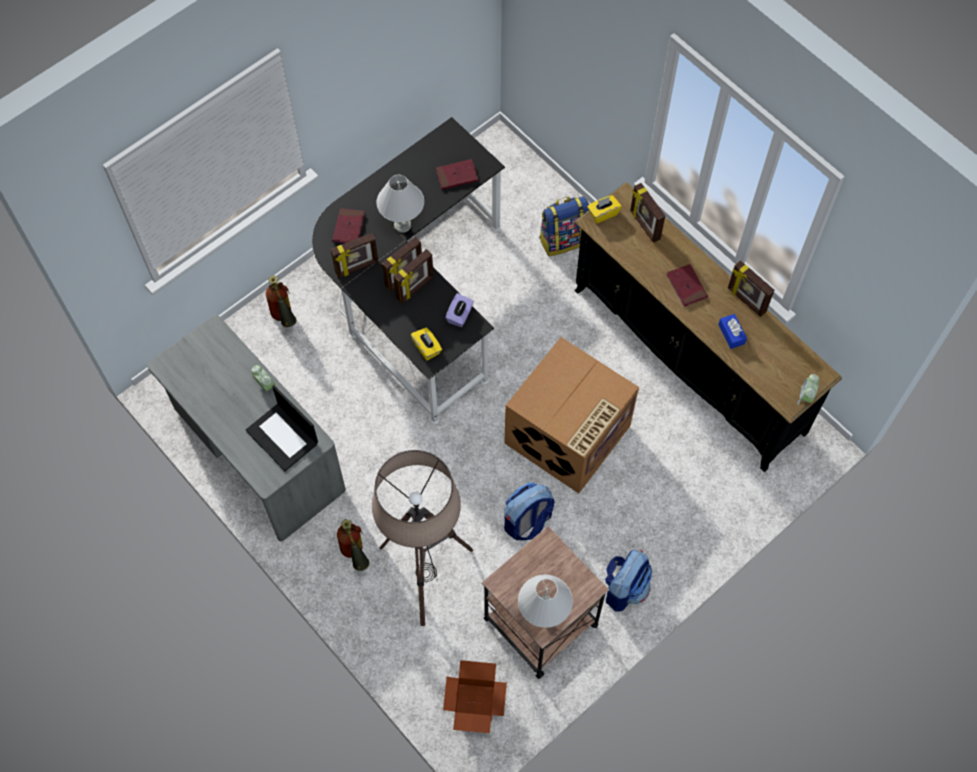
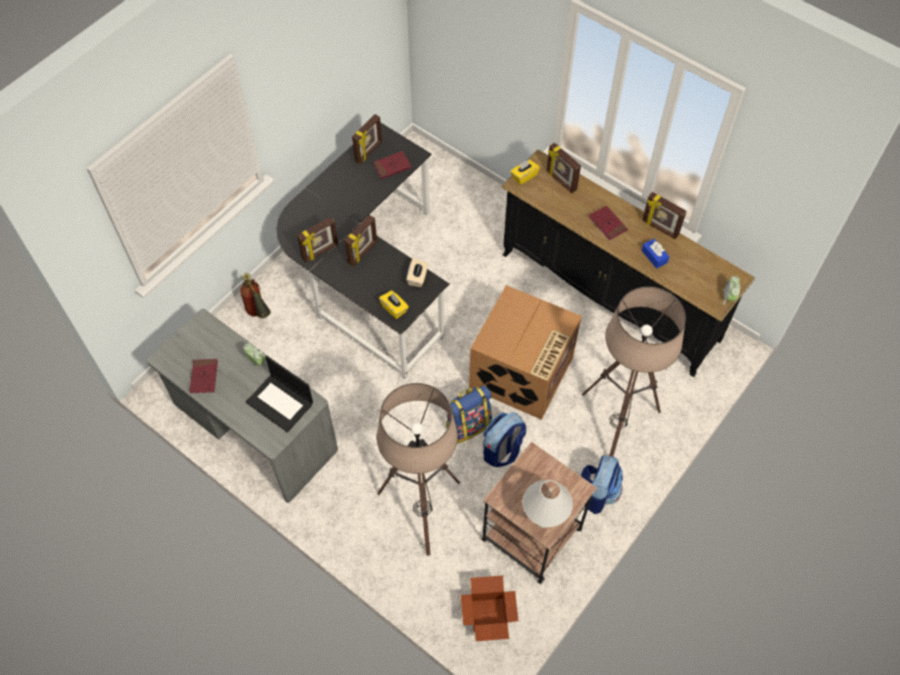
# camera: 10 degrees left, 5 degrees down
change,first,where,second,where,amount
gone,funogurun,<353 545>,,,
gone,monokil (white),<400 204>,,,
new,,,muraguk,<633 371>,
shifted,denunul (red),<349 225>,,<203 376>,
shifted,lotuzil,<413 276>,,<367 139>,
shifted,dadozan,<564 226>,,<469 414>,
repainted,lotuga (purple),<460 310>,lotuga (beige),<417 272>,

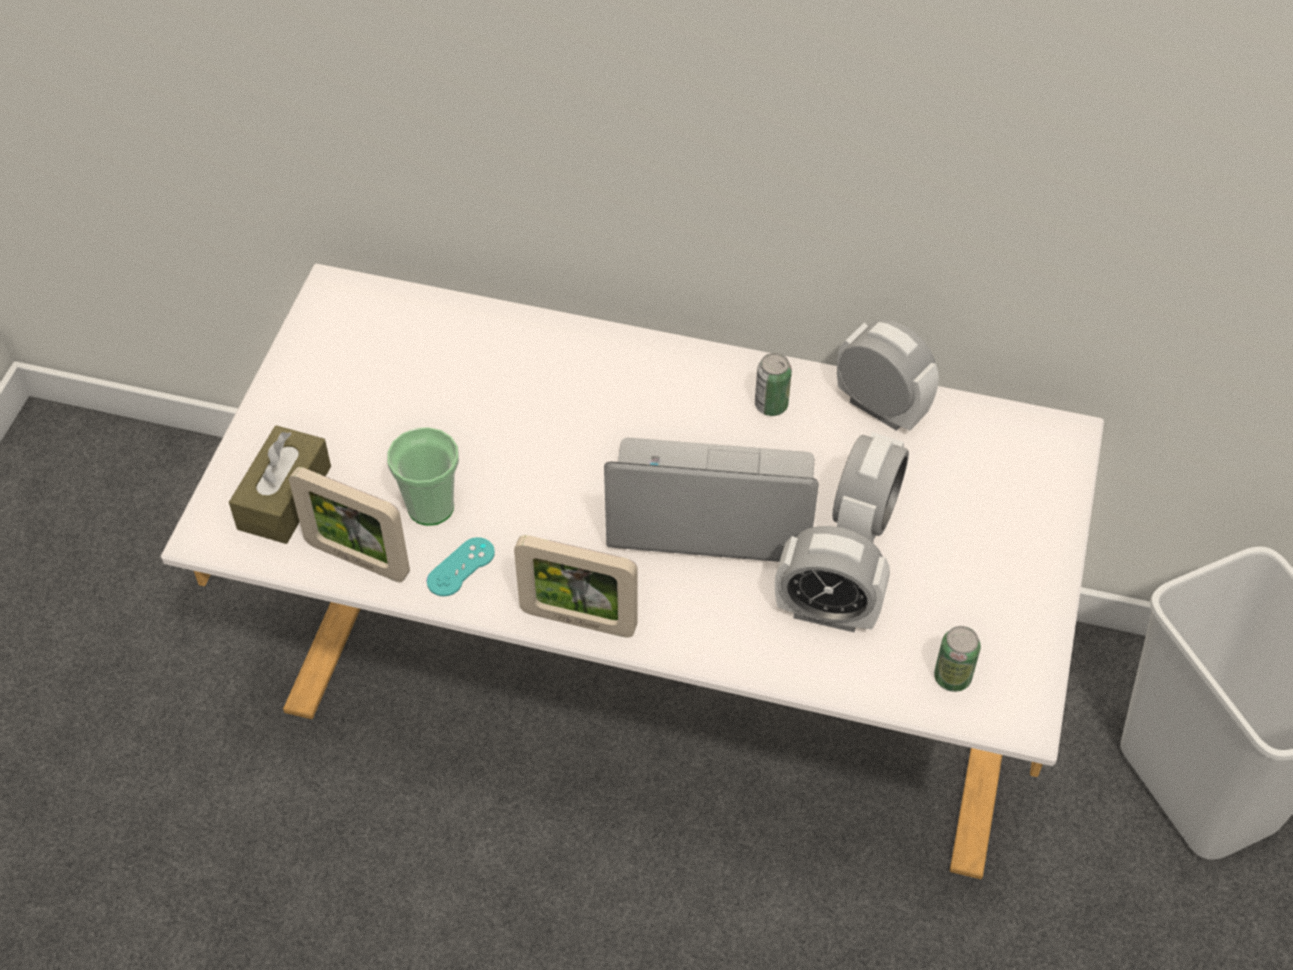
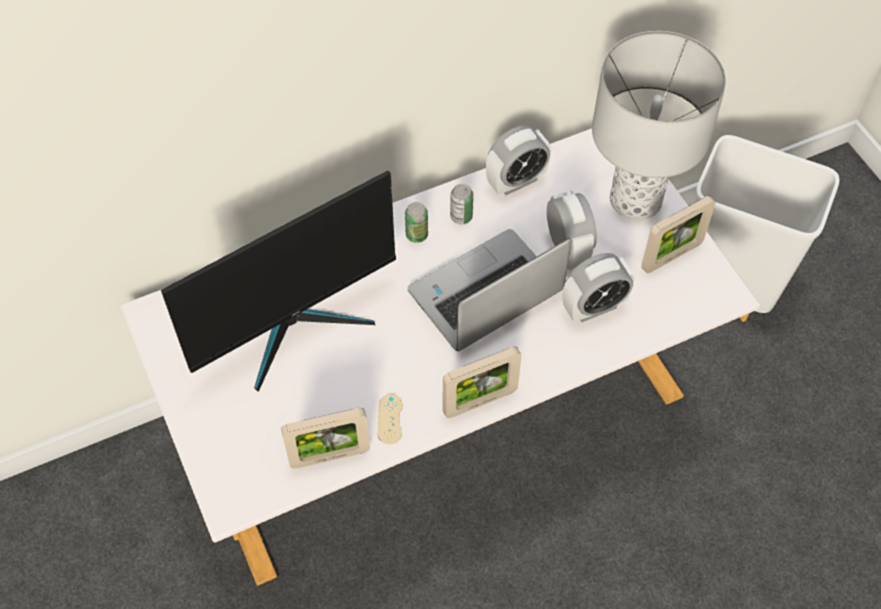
# camera: 40 degrees left, 5 degrees up
change,first,where,second,where,amount
gone,lotuga (brown),<280 484>,,,
gone,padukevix,<423 476>,,,
new,,,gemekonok,<278 281>,
new,,,monokil (white),<659 125>,
new,,,lotuzil,<678 234>,
shifted,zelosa,<957 659>,,<416 222>,
repainted,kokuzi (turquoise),<460 566>,kokuzi (beige),<390 419>,
rotated,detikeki,<888 375>,,<518 160>,150 degrees clockwise

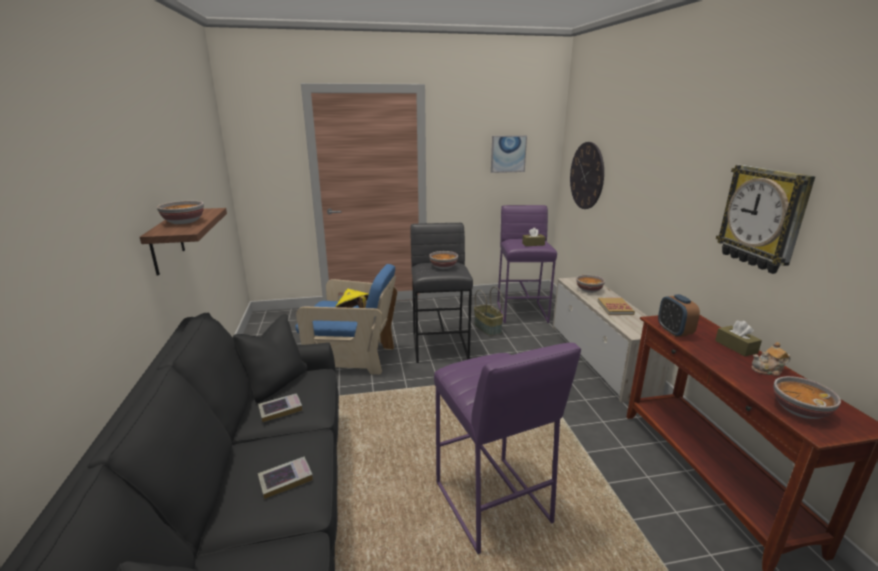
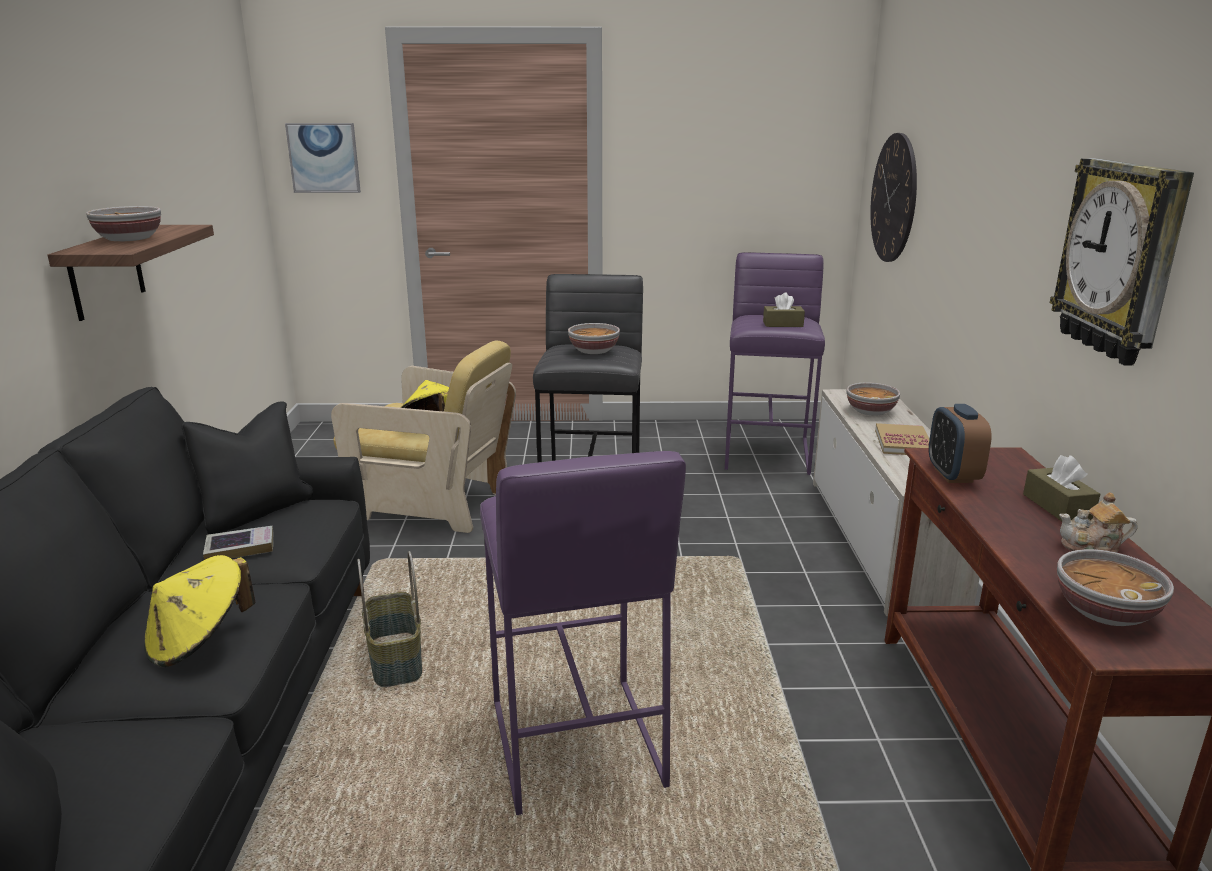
# camera: 10 degrees right, 0 degrees up
change,first,where,second,where,amount
shifted,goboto,<488 311>,,<389 619>,
shifted,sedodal,<509 154>,,<323 158>,
swapped,denunul,<285 478>,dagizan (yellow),<199 611>,
repainted,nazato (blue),<346 319>,nazato (yellow),<423 437>,

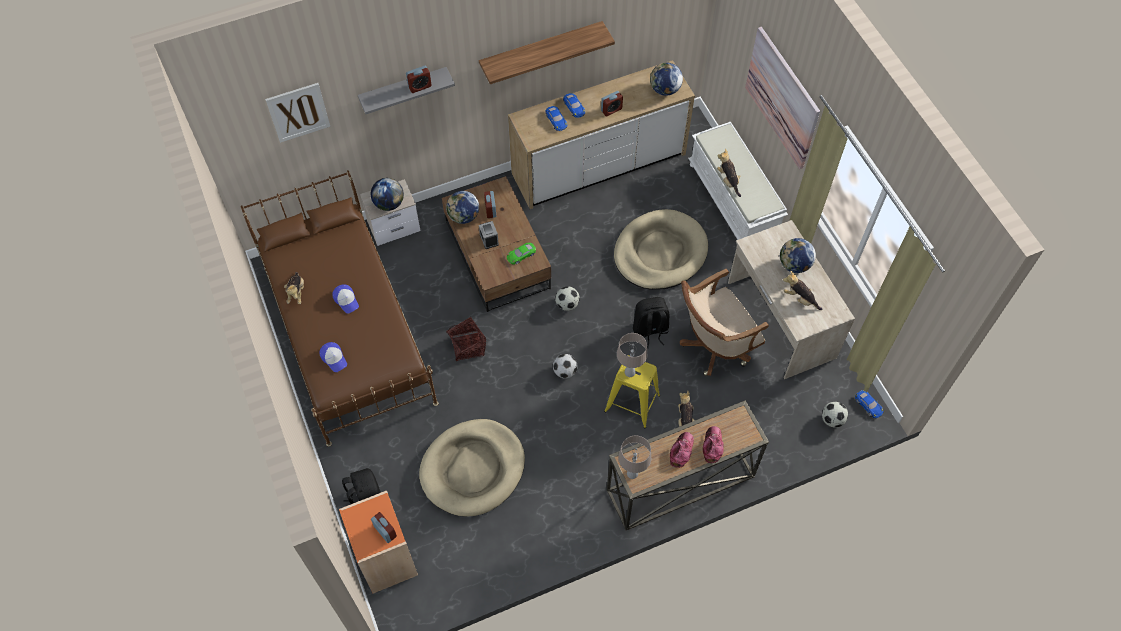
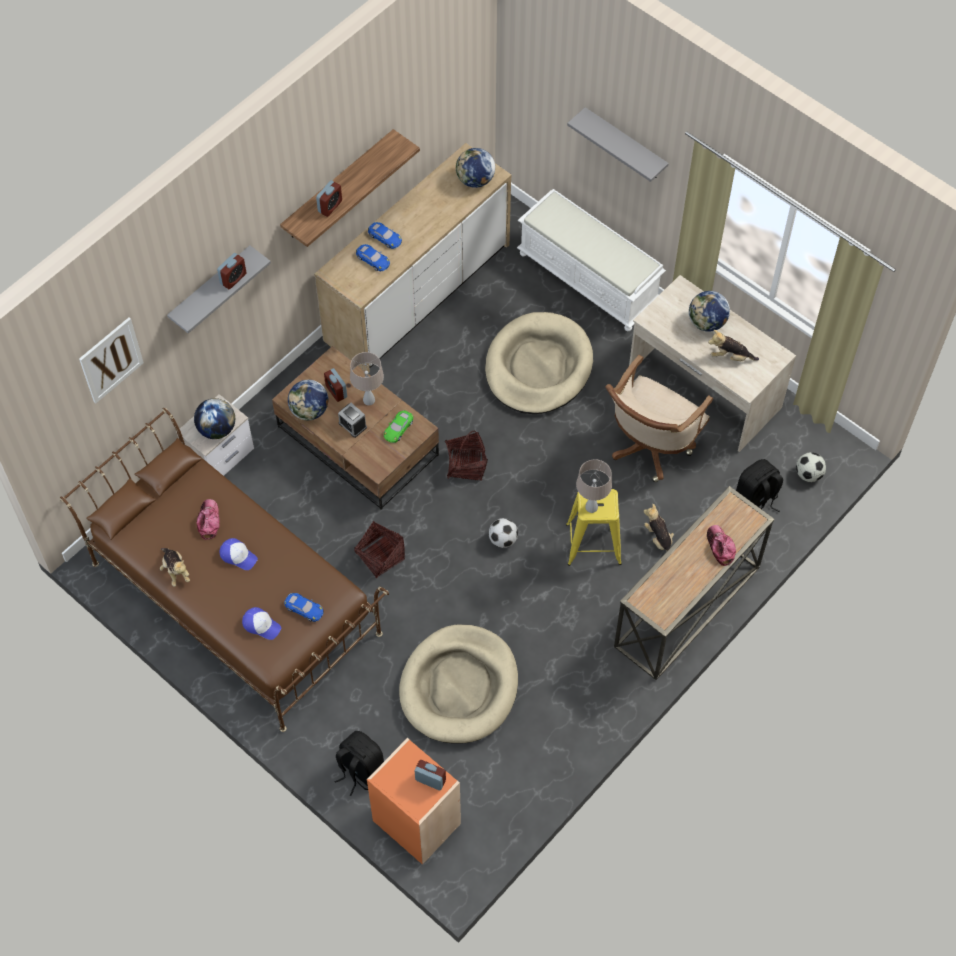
# camera: 25 degrees left, 0 degrees up
change,first,where,second,where,amount
gone,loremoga,<729 173>,,,
shifted,detikeki,<612 103>,,<329 198>,
shifted,monokil (beige),<634 457>,,<367 379>,
shifted,dadozan (black),<651 322>,,<759 485>,
shifted,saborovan,<682 450>,,<208 519>,
shifted,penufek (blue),<869 404>,,<304 607>,
swapped,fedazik,<567 298>,goboto,<466 455>,
swapped,sedodal,<782 98>,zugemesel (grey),<618 144>,

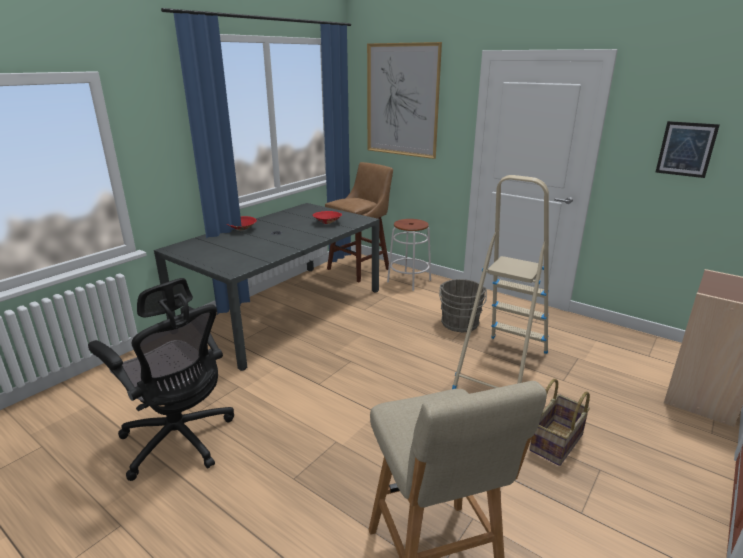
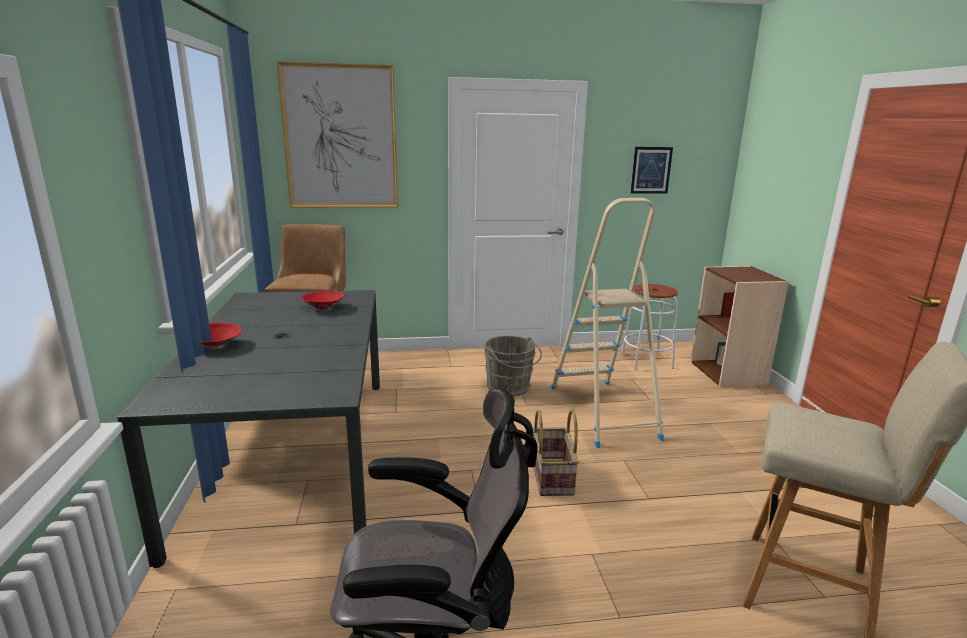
# camera: 45 degrees left, 5 degrees down
change,first,where,second,where,amount
shifted,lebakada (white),<409 255>,,<649 327>,
shifted,goboto,<559 422>,,<556 453>,

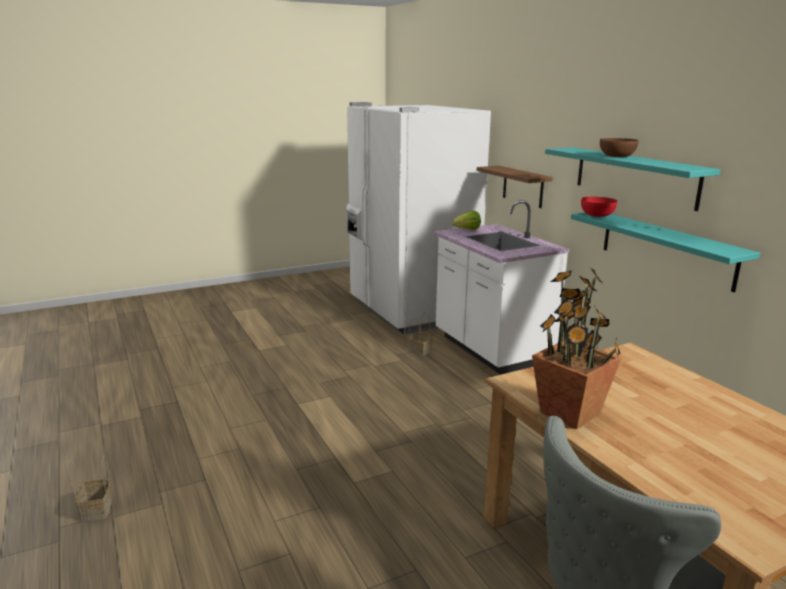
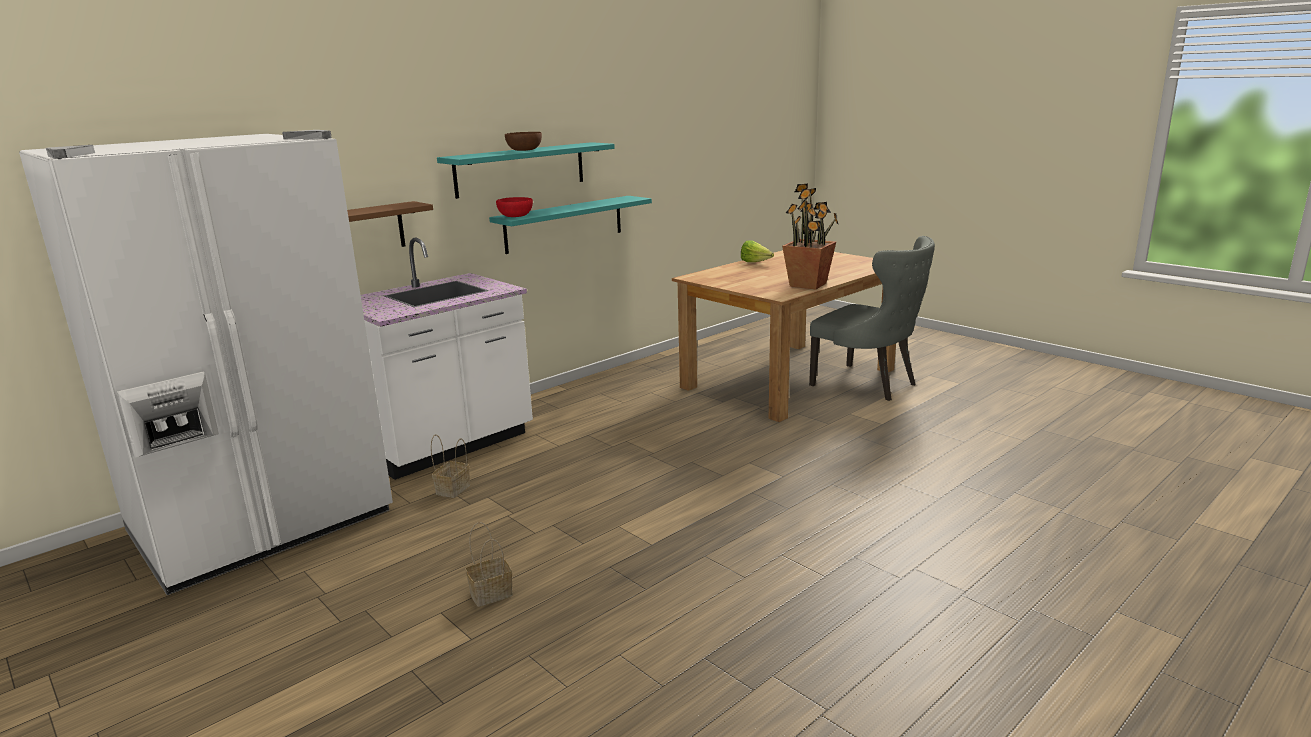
# camera: 105 degrees left, 0 degrees up
change,first,where,second,where,amount
shifted,goboto,<90 488>,,<489 564>,
shifted,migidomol,<466 220>,,<757 251>,

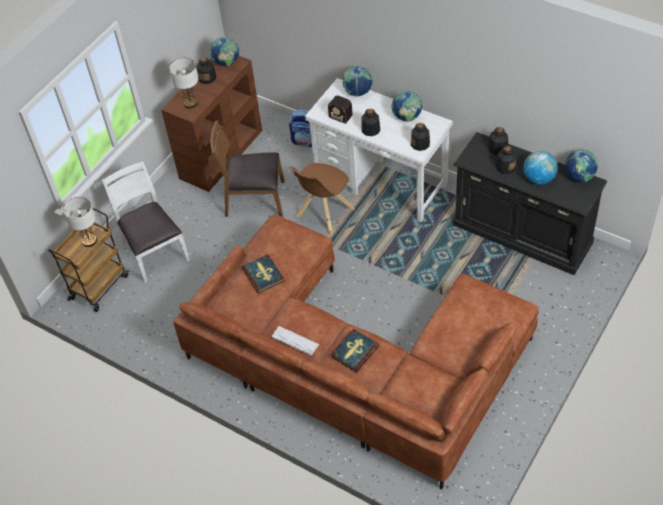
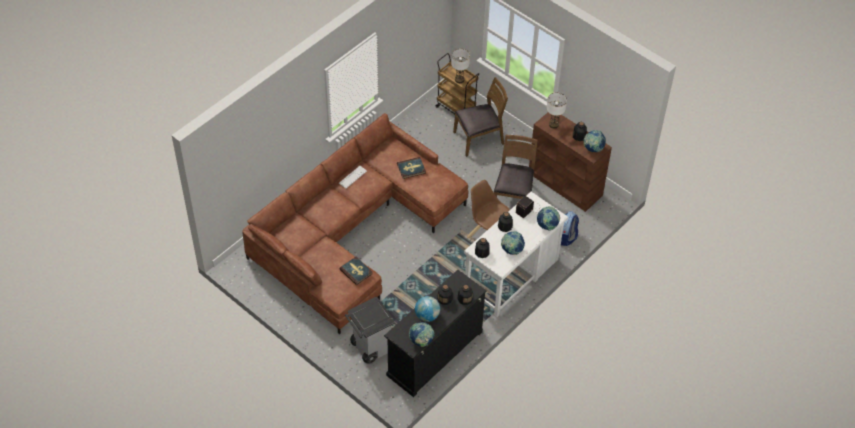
# camera: 95 degrees right, 0 degrees up
change,first,where,second,where,amount
new,,,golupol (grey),<370 330>,
shifted,denunul,<355 351>,,<356 271>,
repainted,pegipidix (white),<146 222>,pegipidix (brown),<480 117>,

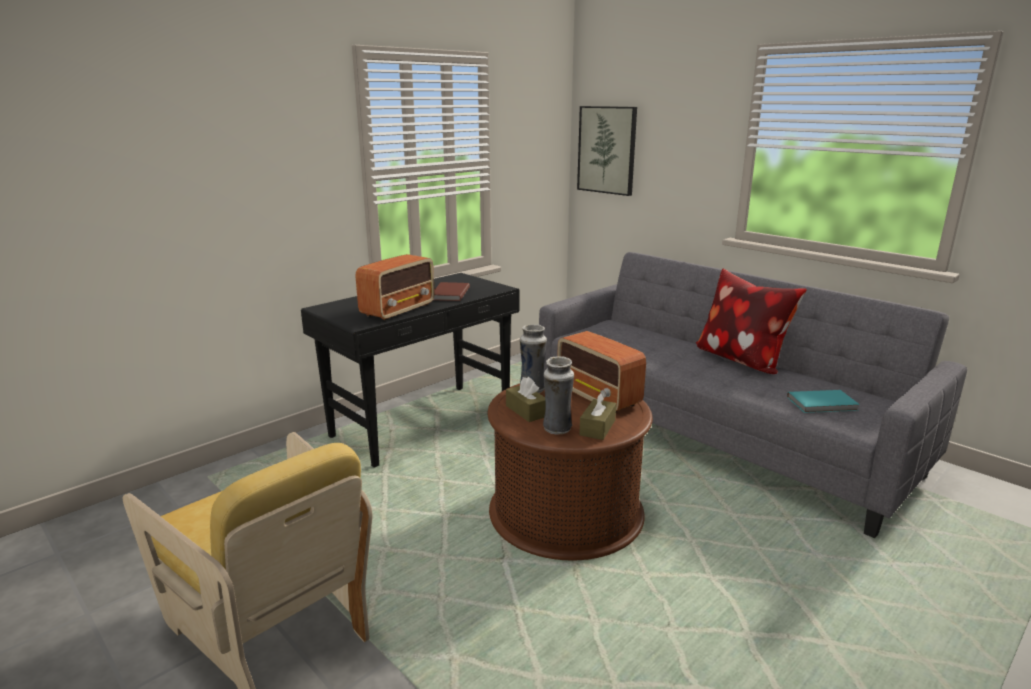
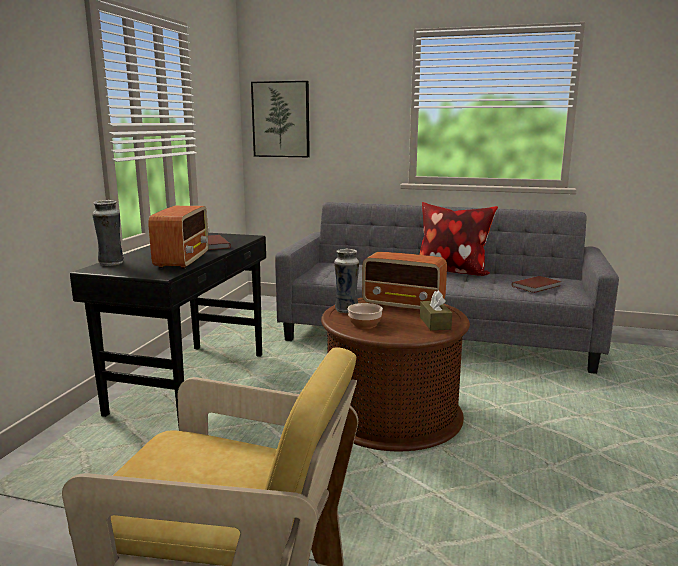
# camera: 30 degrees left, 5 degrees down
change,first,where,second,where,amount
shifted,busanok,<558 395>,,<108 233>,
swapped,lotuga (brown),<526 399>,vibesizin,<365 316>,
repainted,denunul (turquoise),<823 401>,denunul (brown),<537 284>,

